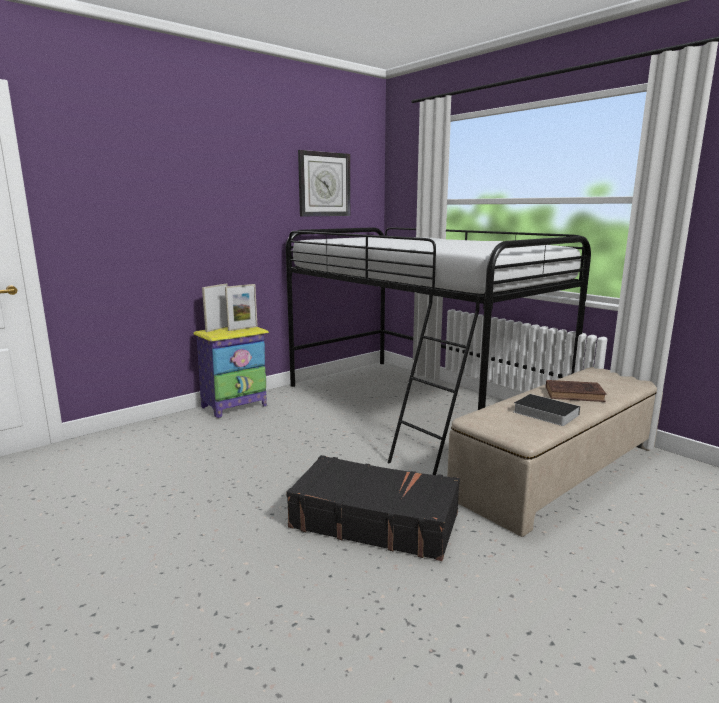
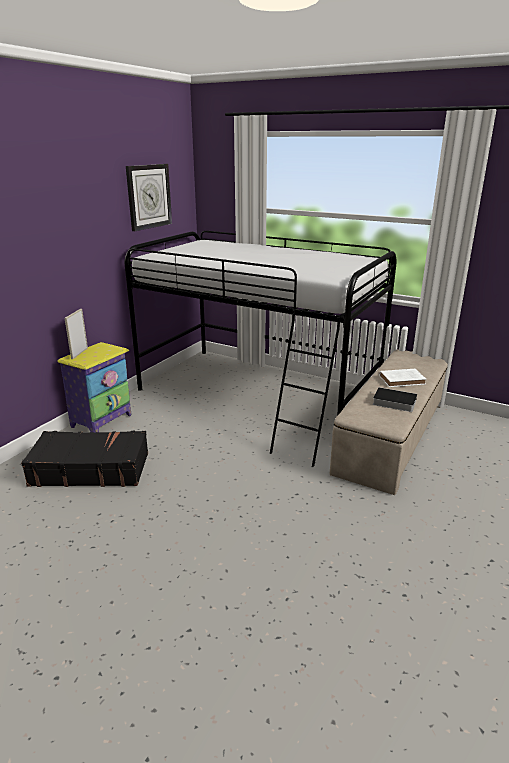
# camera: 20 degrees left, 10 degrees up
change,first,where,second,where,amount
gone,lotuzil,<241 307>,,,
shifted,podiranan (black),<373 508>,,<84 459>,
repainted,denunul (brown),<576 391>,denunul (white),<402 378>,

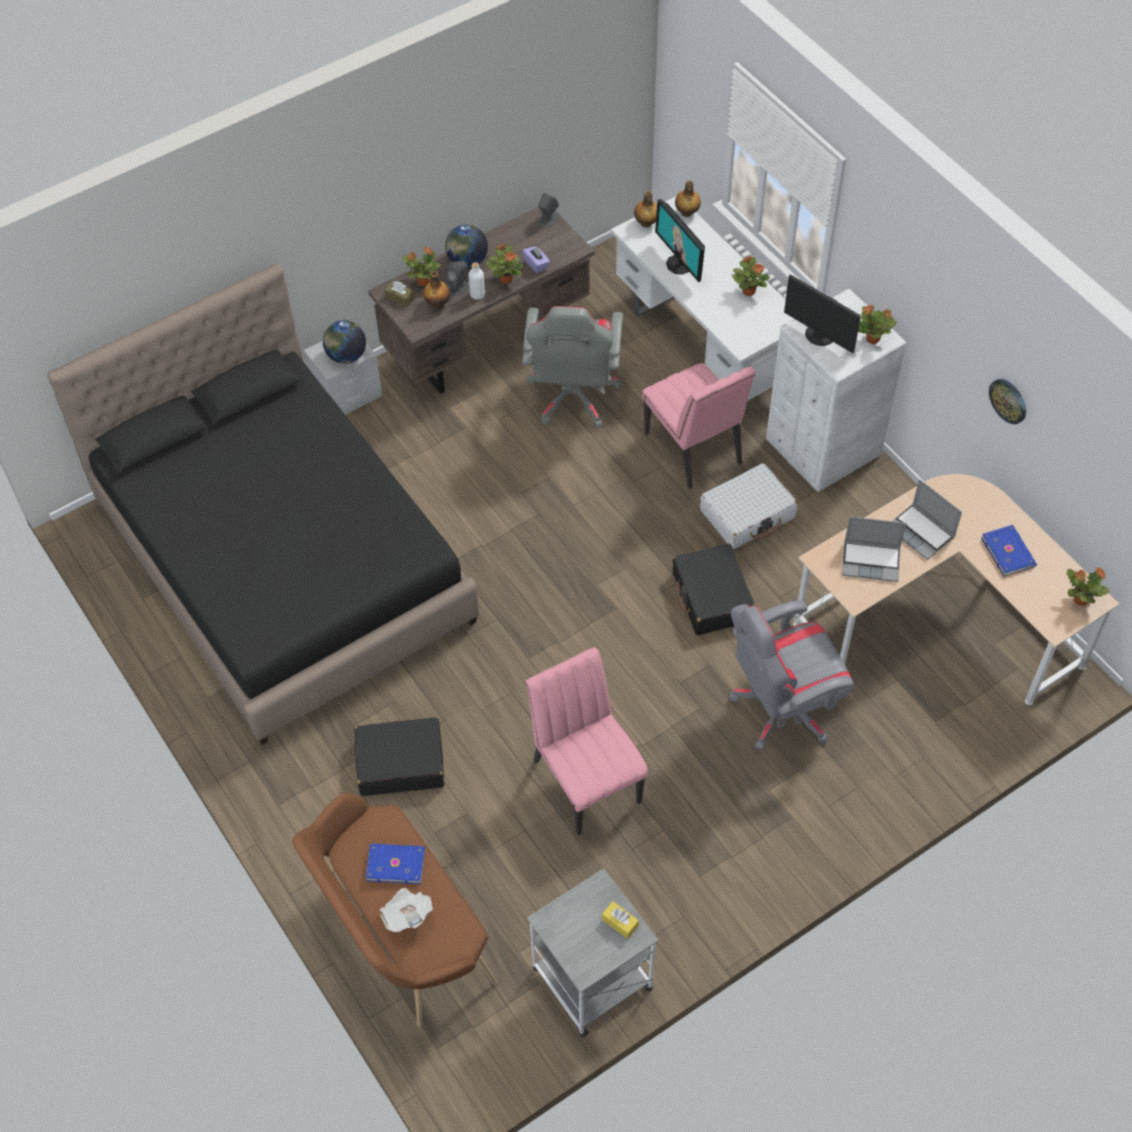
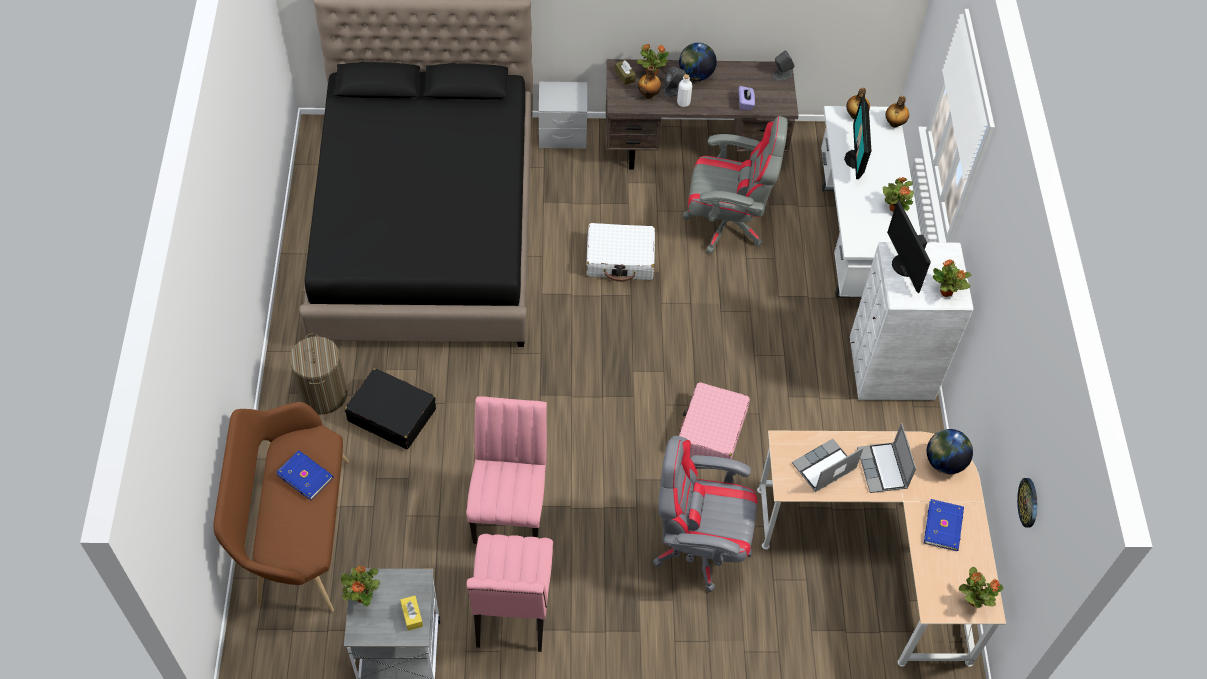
# camera: 30 degrees right, 0 degrees up
change,first,where,second,where,amount
gone,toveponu,<406 910>,,,
new,,,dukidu,<318 373>,
shifted,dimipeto,<344 342>,,<950 451>,
shifted,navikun,<504 264>,,<360 585>,
shifted,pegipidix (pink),<699 426>,,<510 593>,
shifted,podiranan (white),<748 506>,,<620 252>,
shifted,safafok,<1007 401>,,<1027 503>,
repainted,podiranan (black),<714 589>,podiranan (pink),<714 420>,
rotated,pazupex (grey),<572 367>,,<735 185>,120 degrees counterclockwise
rotated,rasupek,<874 549>,,<827 465>,105 degrees clockwise

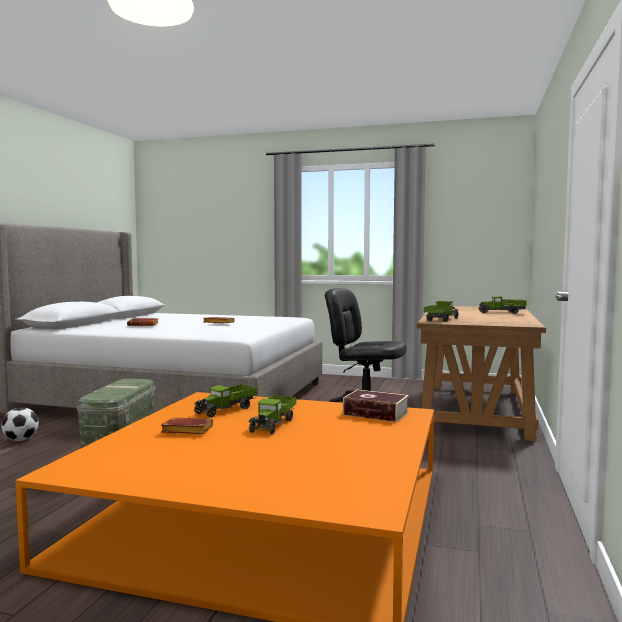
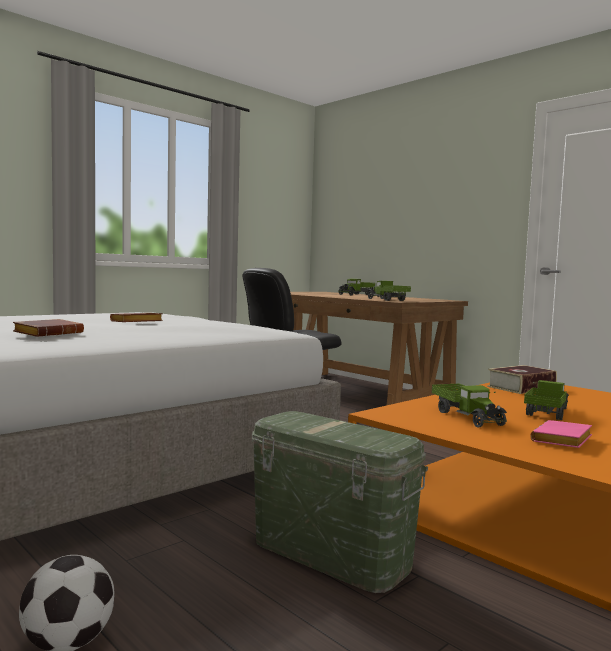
# camera: 60 degrees left, 0 degrees up
change,first,where,second,where,amount
repainted,denunul (brown),<187 425>,denunul (pink),<561 434>,
rotated,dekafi,<272 414>,,<546 400>,105 degrees counterclockwise

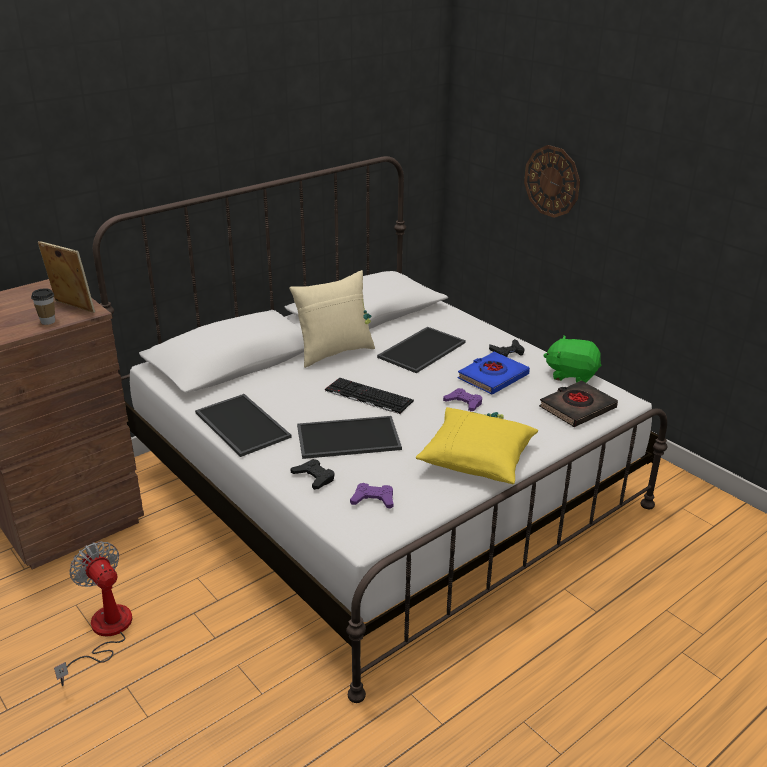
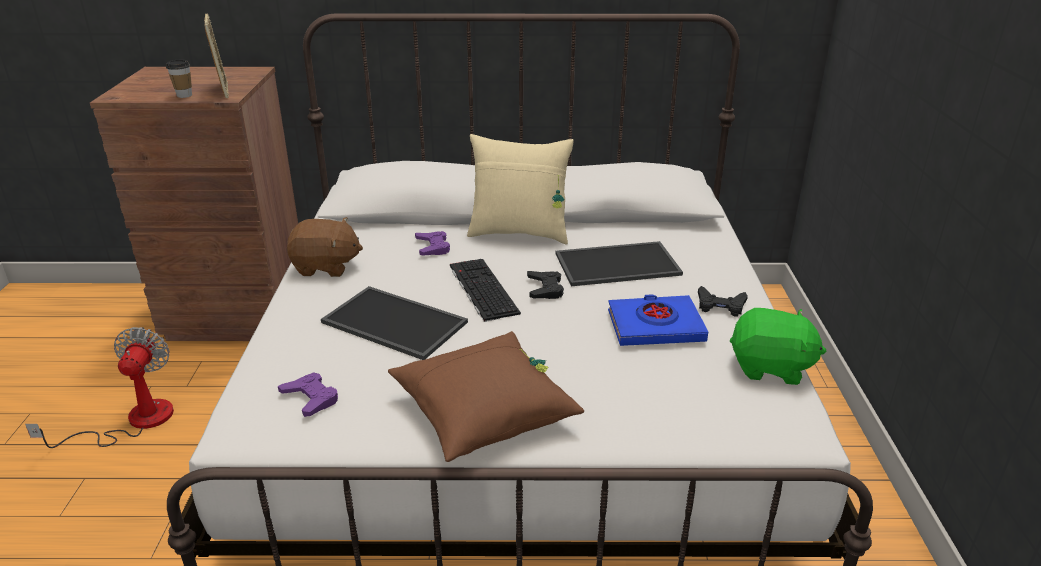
# camera: 40 degrees right, 0 degrees up
change,first,where,second,where,amount
gone,safafok,<552 181>,,,
gone,denunul (black),<578 404>,,,
shifted,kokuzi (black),<313 474>,,<545 285>,
shifted,kokuzi (purple),<462 399>,,<432 243>,
swapped,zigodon,<243 425>,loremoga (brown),<325 247>,
repainted,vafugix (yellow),<477 445>,vafugix (brown),<486 396>,
rotated,loremoga (green),<572 359>,,<778 346>,135 degrees clockwise

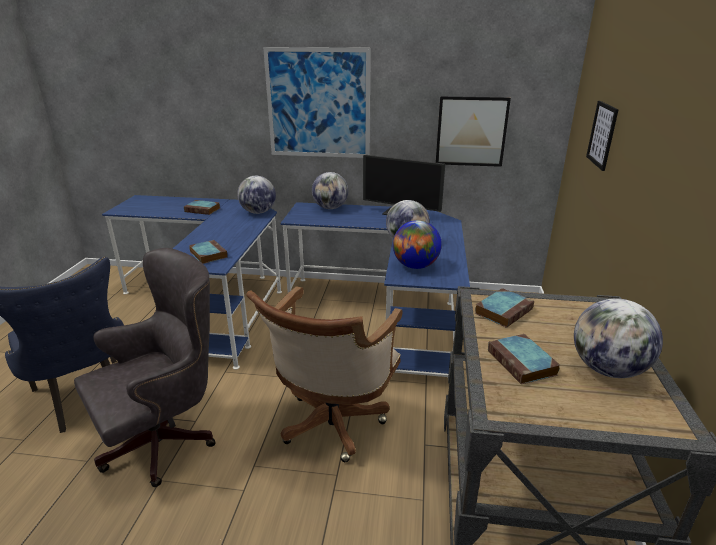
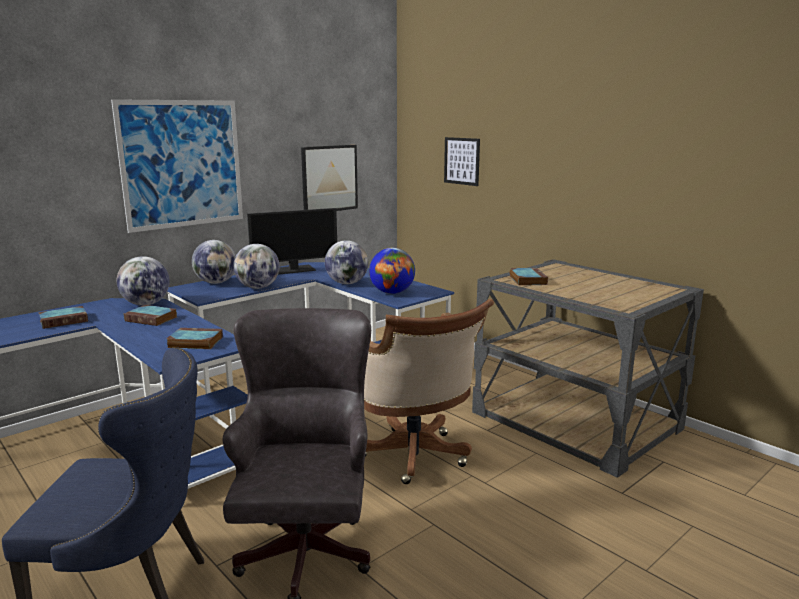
# camera: 50 degrees left, 10 degrees down
change,first,where,second,where,amount
shifted,denunul,<524 359>,,<150 315>,
shifted,dimipeto,<618 338>,,<257 266>,

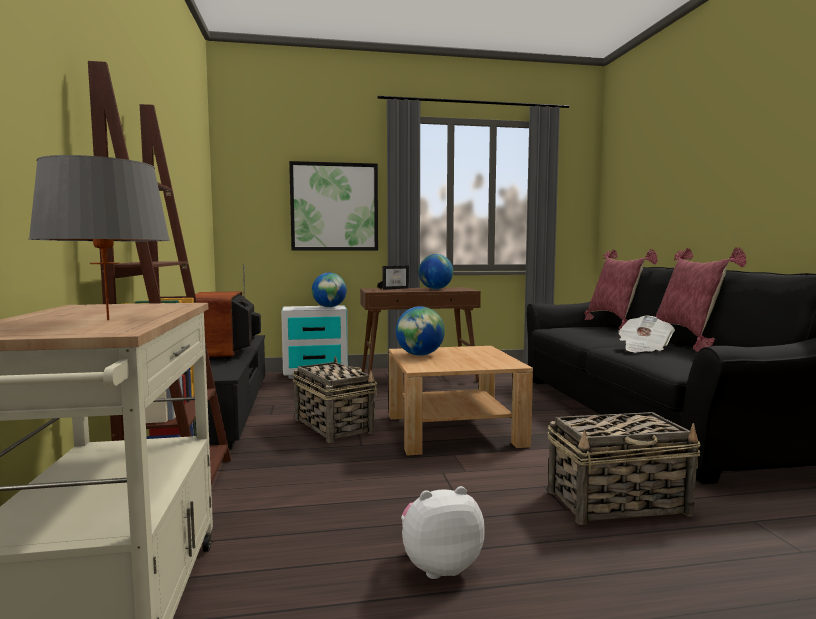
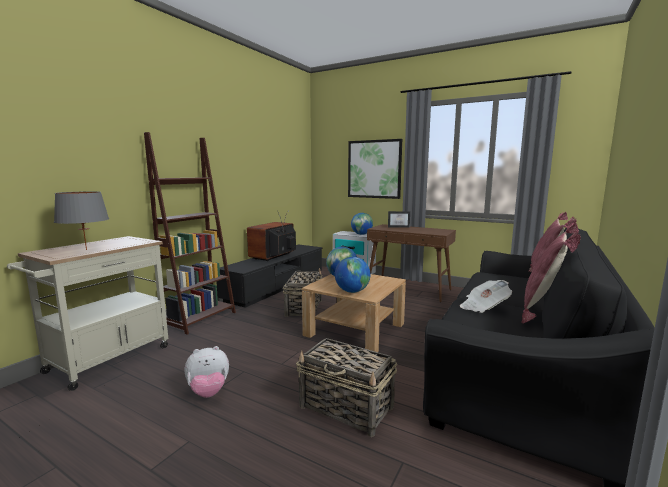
# camera: 40 degrees right, 5 degrees up
change,first,where,second,where,amount
shifted,dimipeto,<435 271>,,<353 275>,
rotated,loremoga,<443 532>,,<207 372>,135 degrees clockwise

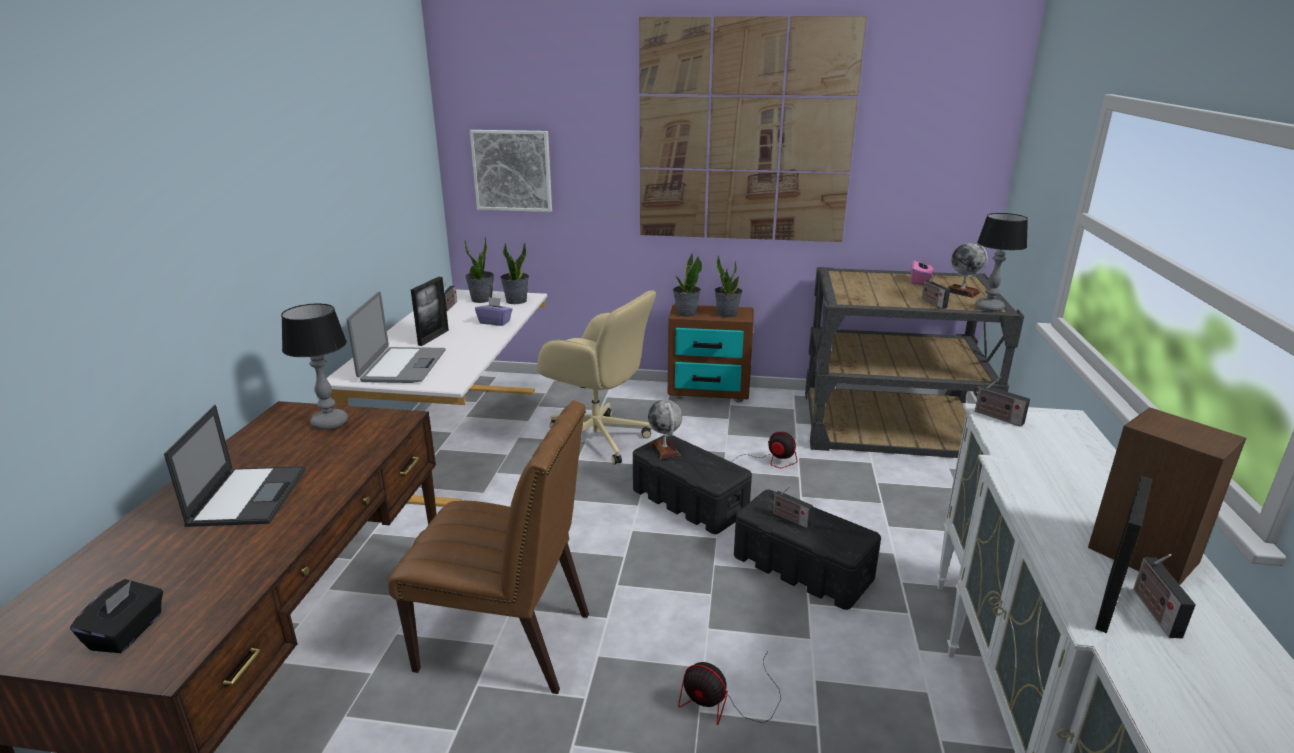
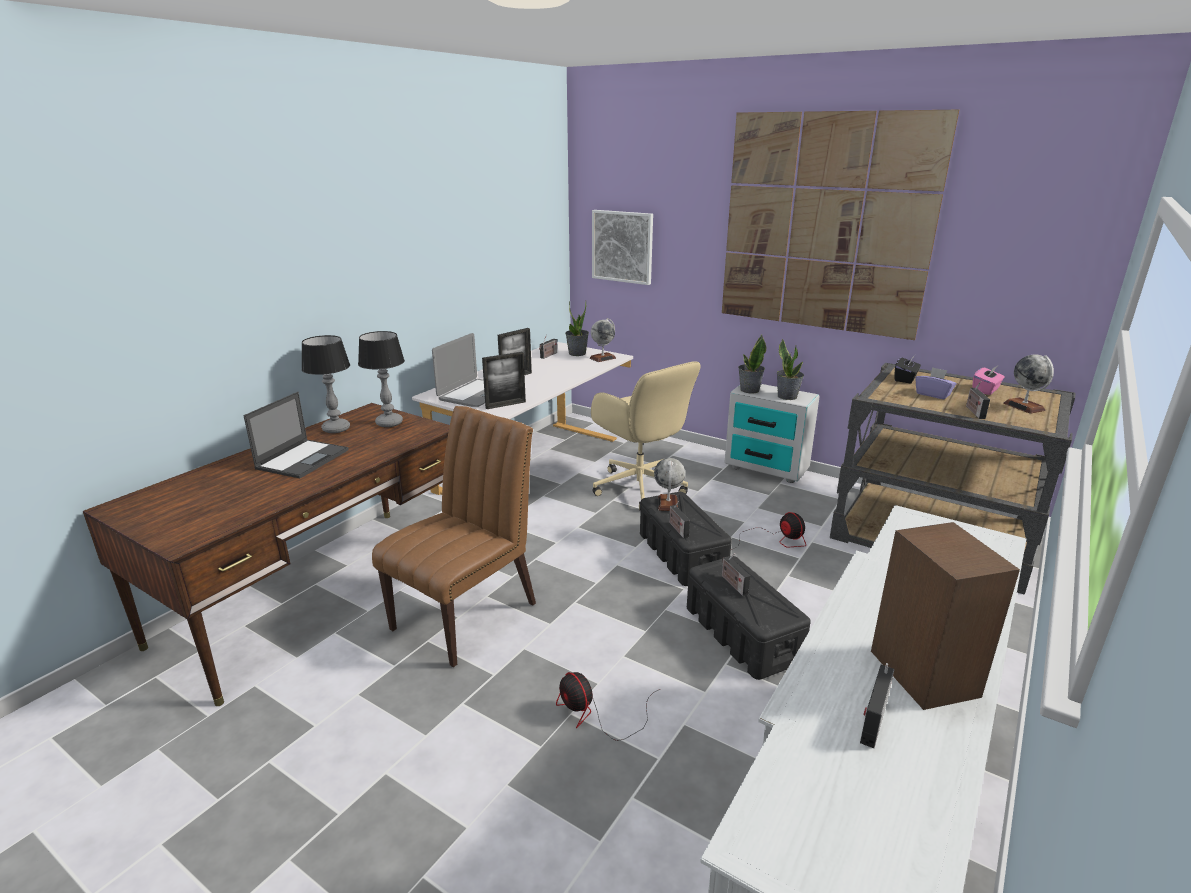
# camera: 25 degrees right, 0 degrees up
change,first,where,second,where,amount
shifted,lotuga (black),<116 616>,,<907 369>,
shifted,lotuga (purple),<494 311>,,<935 383>,
shifted,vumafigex,<1002 402>,,<679 520>,
shifted,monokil,<1001 262>,,<326 384>,
shifted,lotuzil,<1123 554>,,<504 380>,
swapped,navikun,<514 273>,dimipeto,<603 340>,
repainted,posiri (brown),<711 353>,posiri (white),<772 433>,
rotated,pegipidix (brown),<488 547>,,<454 536>,90 degrees counterclockwise

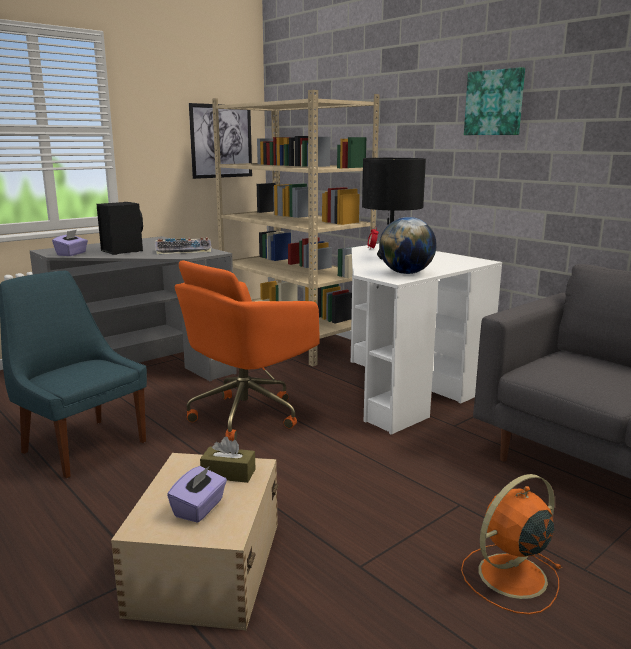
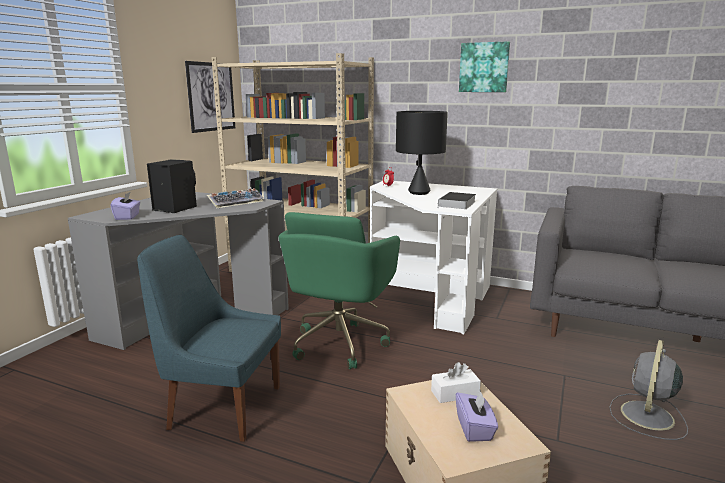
# camera: 25 degrees left, 0 degrees up
change,first,where,second,where,amount
swapped,dimipeto,<408 245>,denunul,<456 200>,
repainted,pazupex (orange),<247 350>,pazupex (green),<339 290>,
repainted,lotuga (brown),<227 460>,lotuga (white),<456 382>,
repainted,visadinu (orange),<511 544>,visadinu (grey),<648 390>,

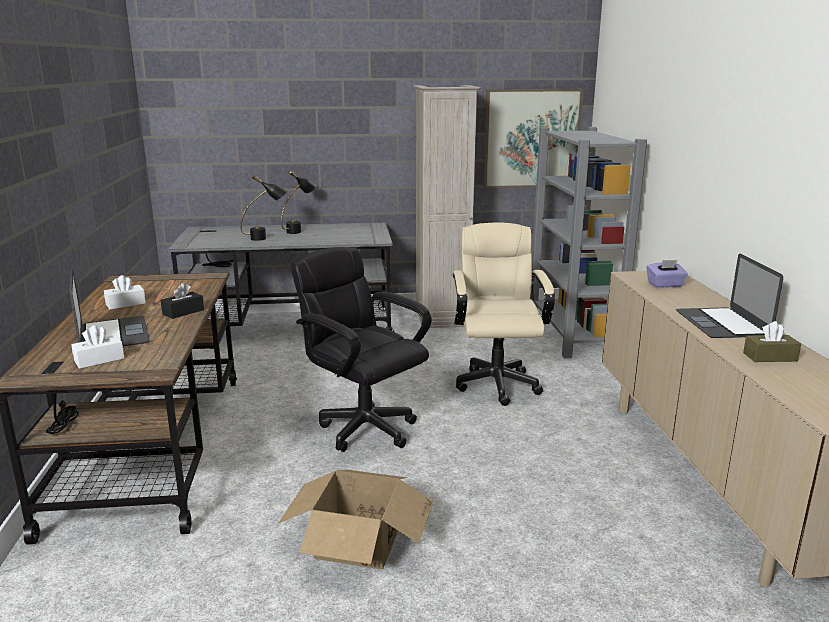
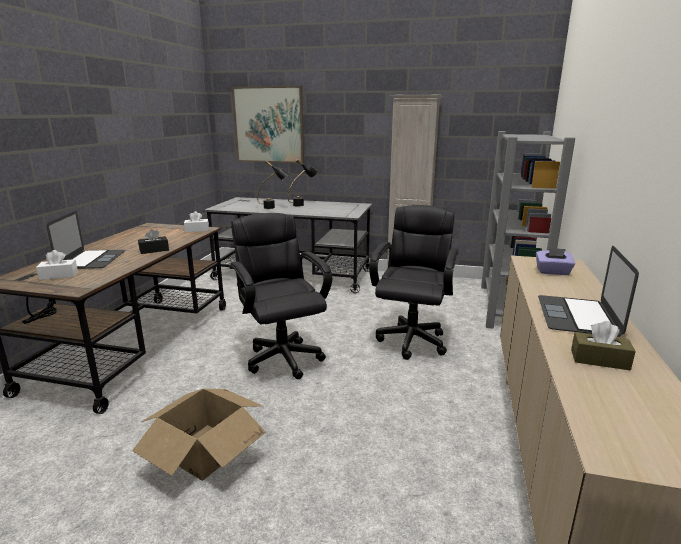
# camera: 20 degrees right, 0 degrees up
change,first,where,second,where,amount
shifted,lotuga (white),<125 292>,,<196 221>,
shifted,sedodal,<533 138>,,<267 124>,
repainted,pazupex (beige),<504 314>,pazupex (black),<414 282>,

